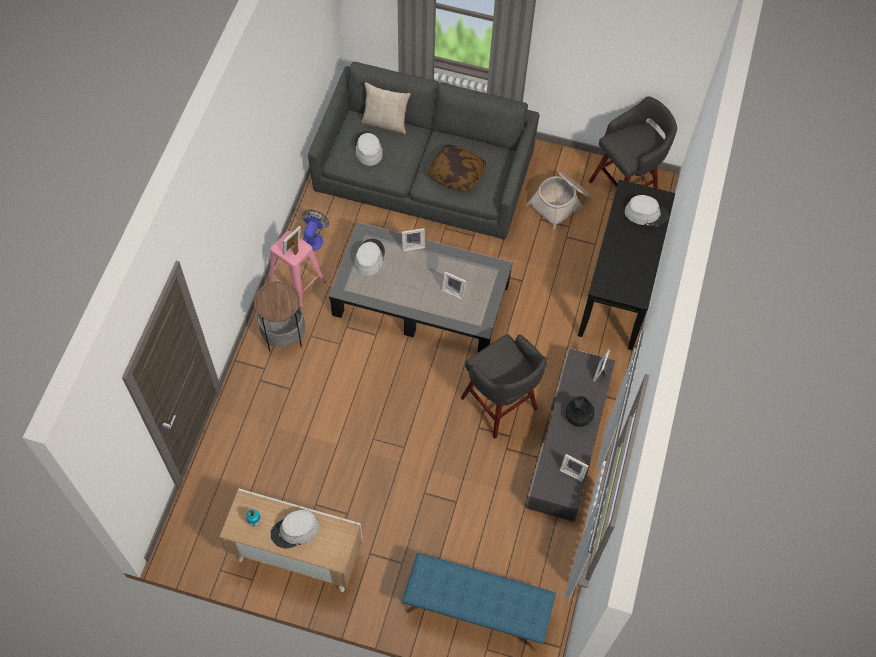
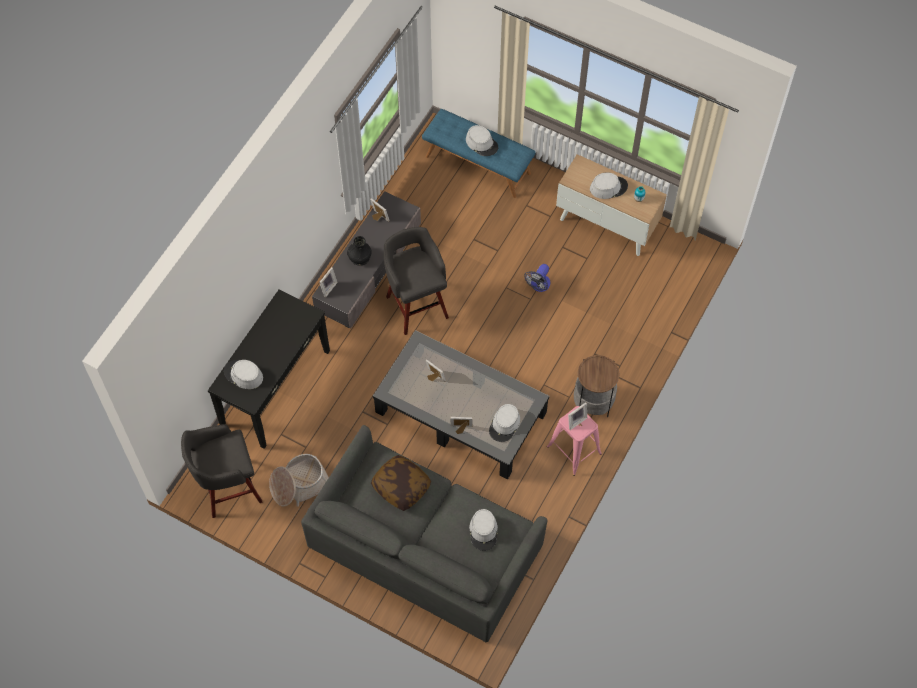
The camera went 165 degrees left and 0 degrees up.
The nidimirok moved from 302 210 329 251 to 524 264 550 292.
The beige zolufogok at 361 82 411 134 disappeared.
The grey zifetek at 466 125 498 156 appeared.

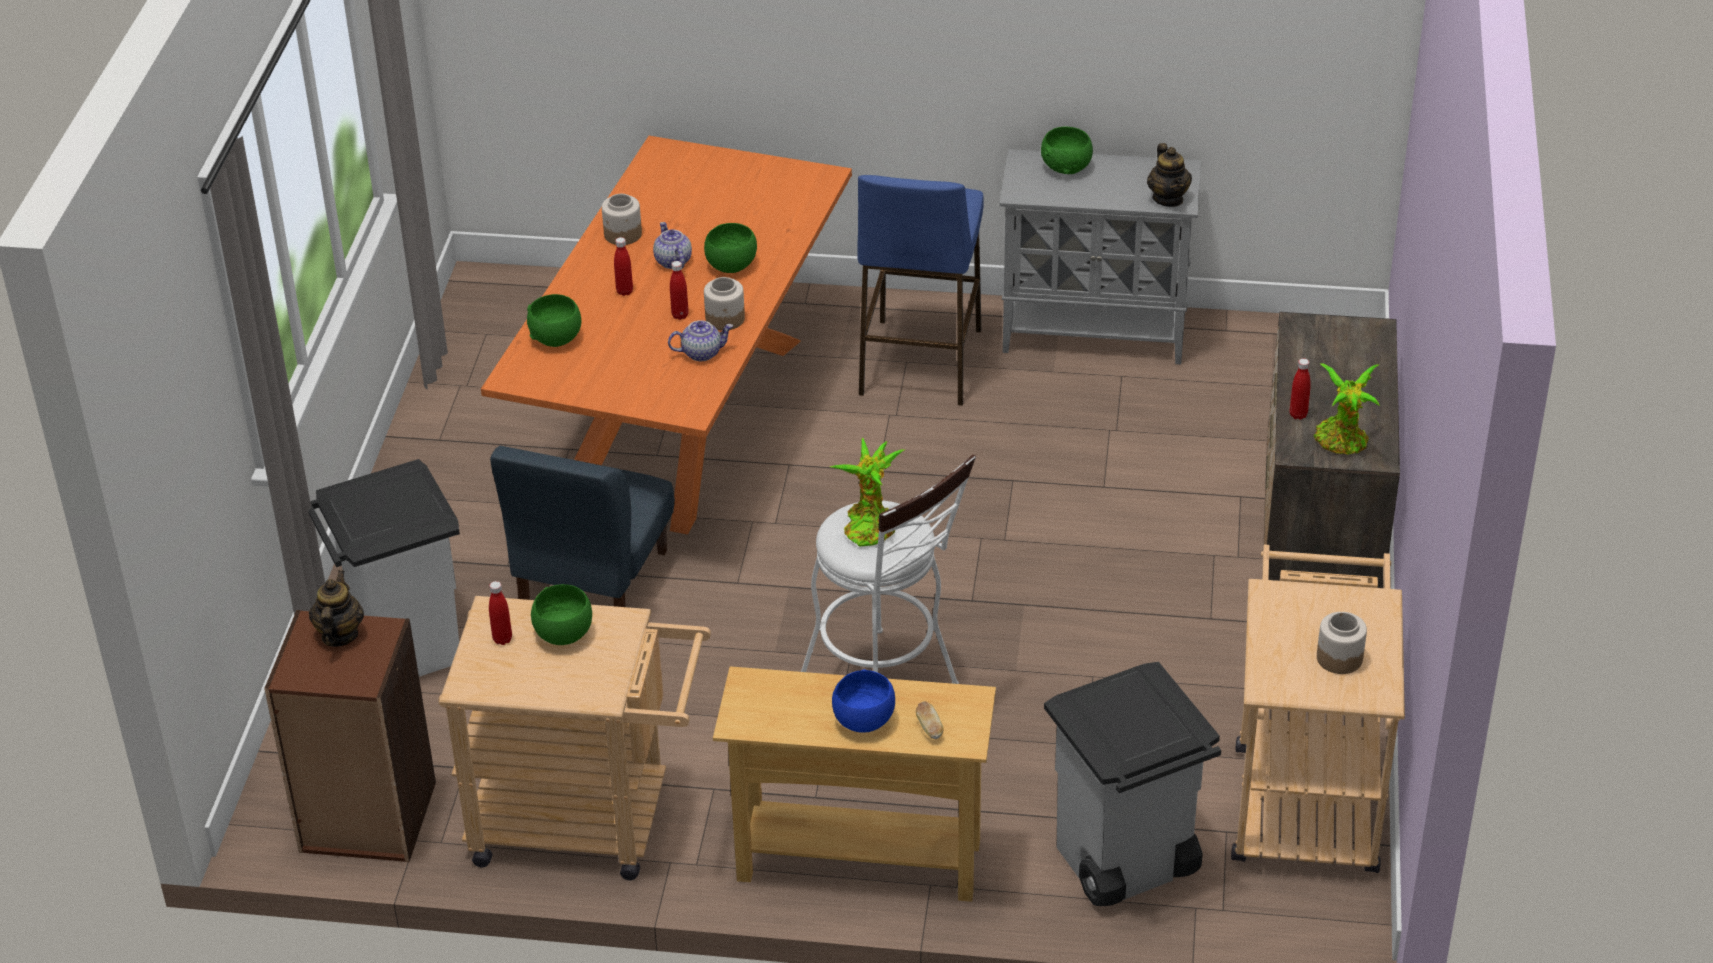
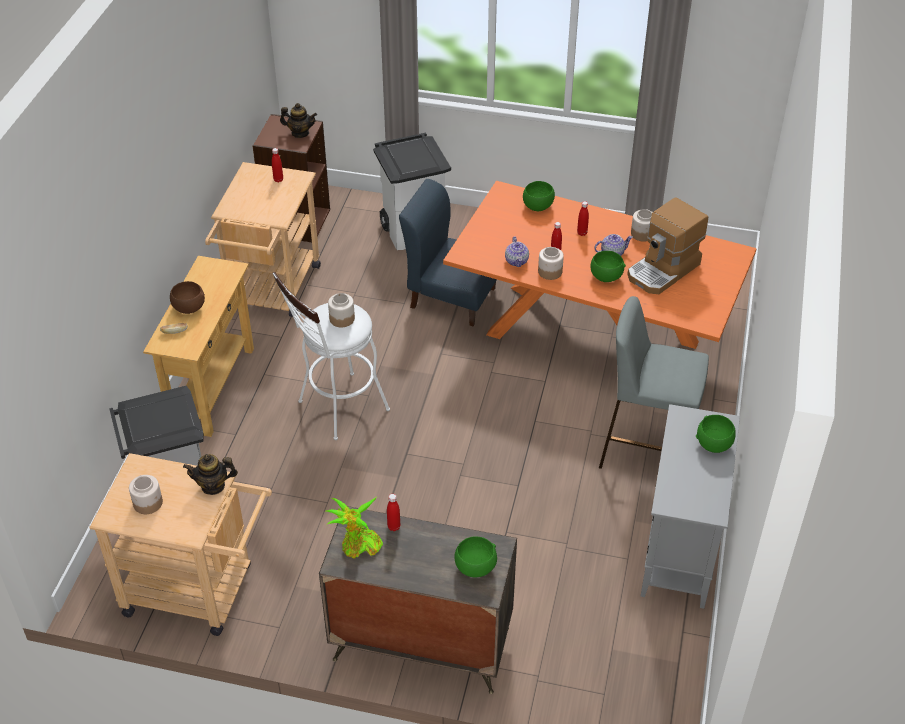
The camera went 95 degrees right and 5 degrees up.
The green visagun moved from 531 584 592 645 to 455 536 497 577.
The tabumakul at 830 438 904 547 was replaced by the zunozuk at 328 293 355 327.
The blue visagun at 832 669 895 733 became the brown visagun at 170 281 205 314.
The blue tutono at 857 175 984 406 became the grey tutono at 599 296 709 469.
The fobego moved from 1147 143 1192 207 to 183 454 238 495.
The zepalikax at 627 197 708 294 appeared.

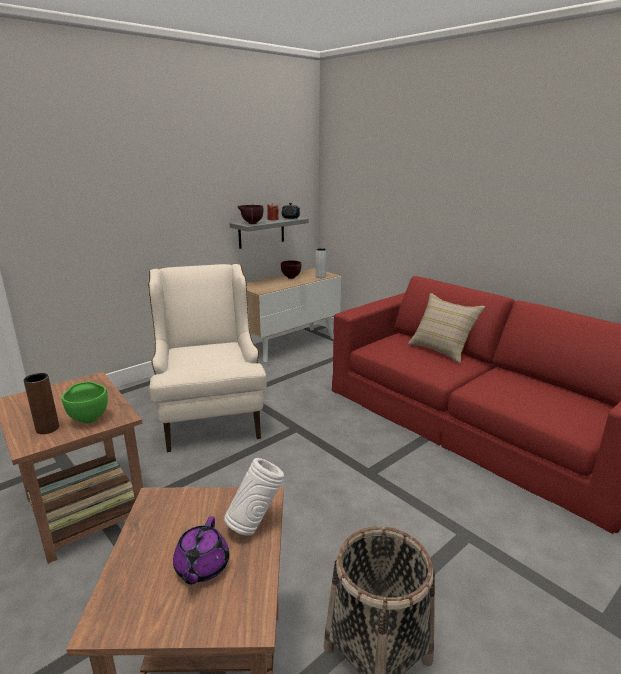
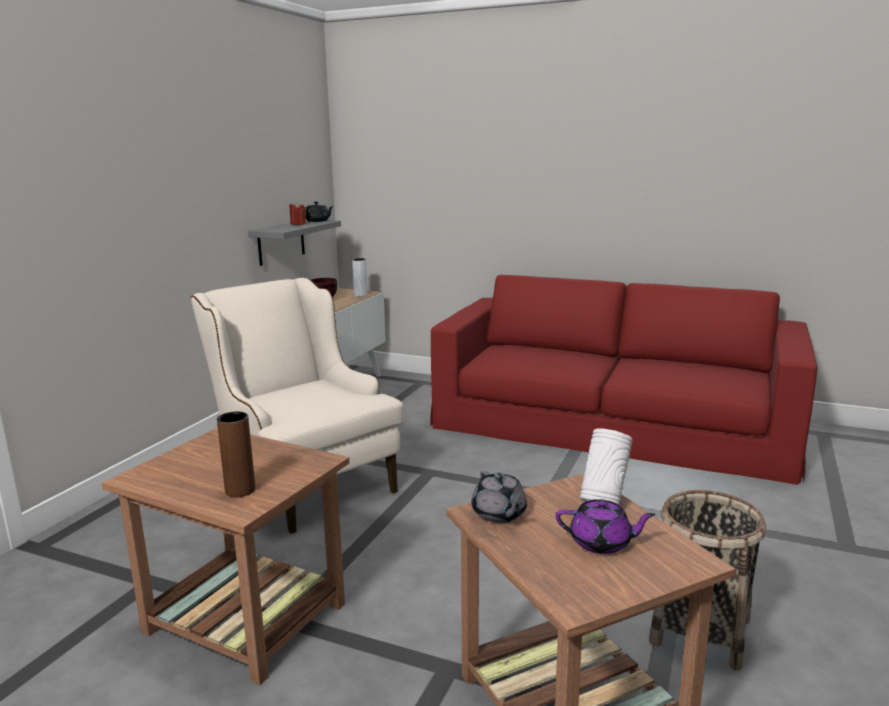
The camera went 25 degrees left and 5 degrees down.
The green visagun at 62 382 108 423 disappeared.
The purple fobego at 173 516 229 584 turned 60 degrees counterclockwise.
The brown visagun at 238 205 264 224 disappeared.
The beige zolufogok at 408 293 485 363 disappeared.
The grey fobego at 471 471 527 523 appeared.

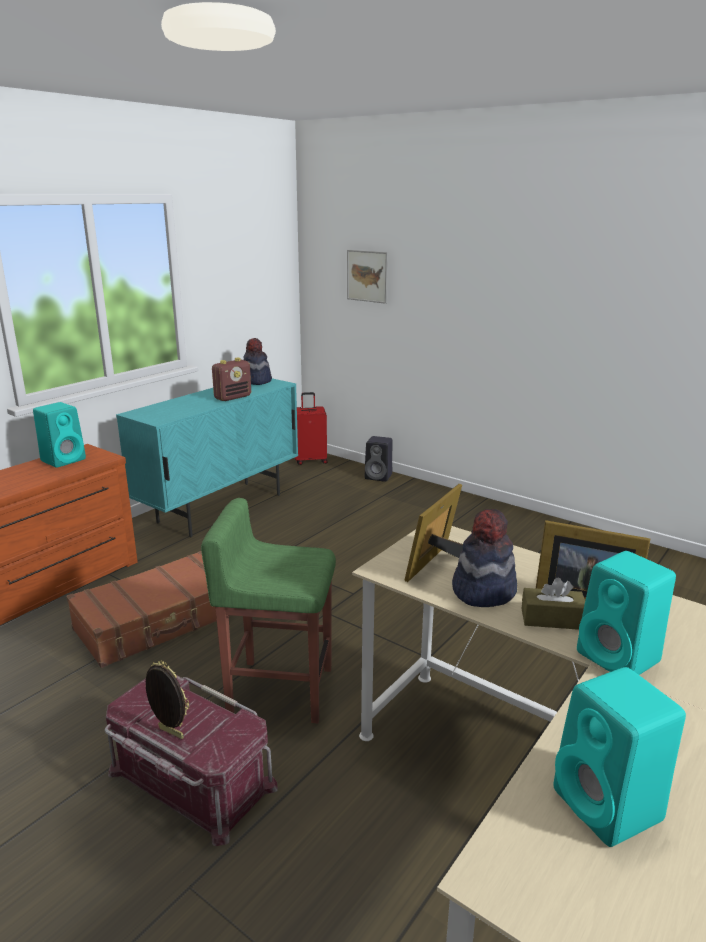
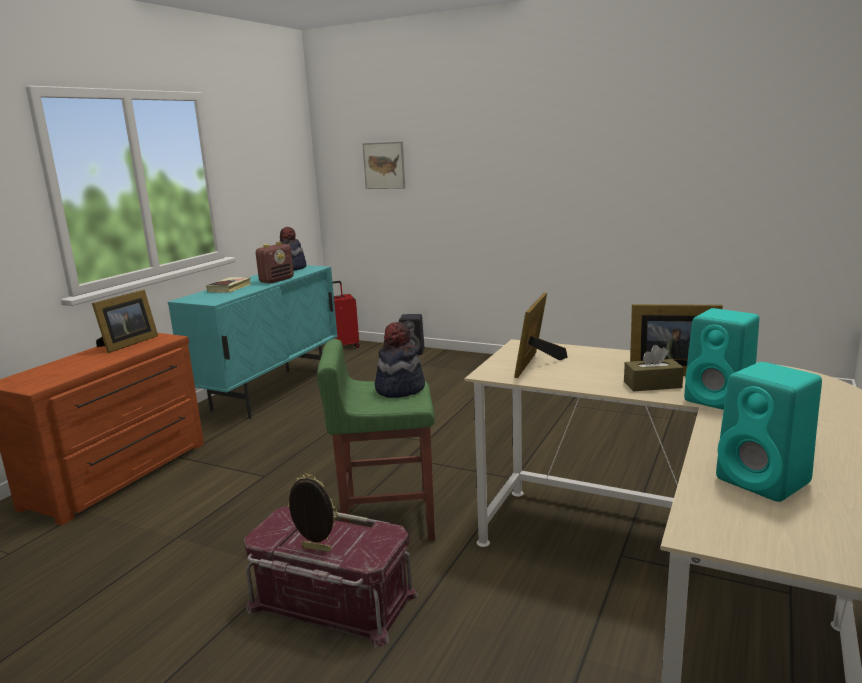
The camera went 10 degrees left and 5 degrees down.
The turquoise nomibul at 33 402 86 468 was replaced by the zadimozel at 92 290 158 353.
The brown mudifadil at 66 551 231 668 disappeared.
The zifetek moved from 452 509 517 607 to 375 322 425 398.
The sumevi at 206 277 251 293 appeared.

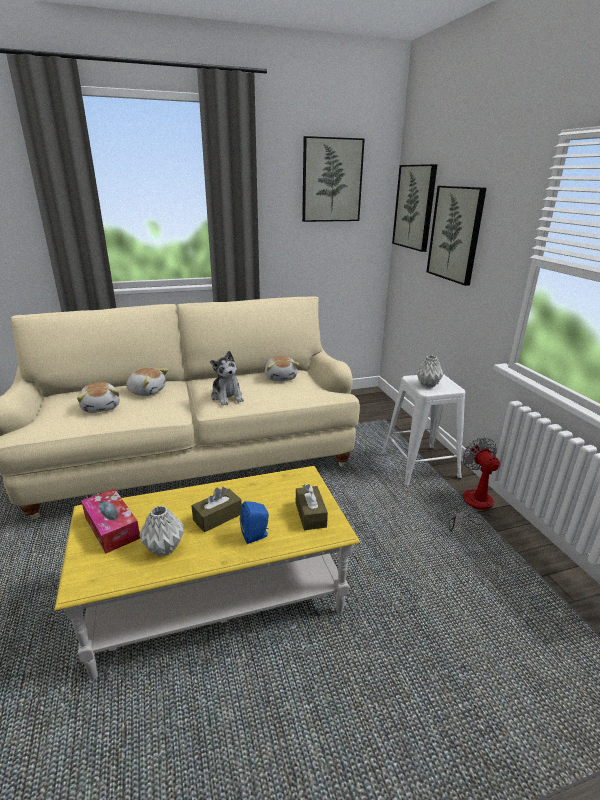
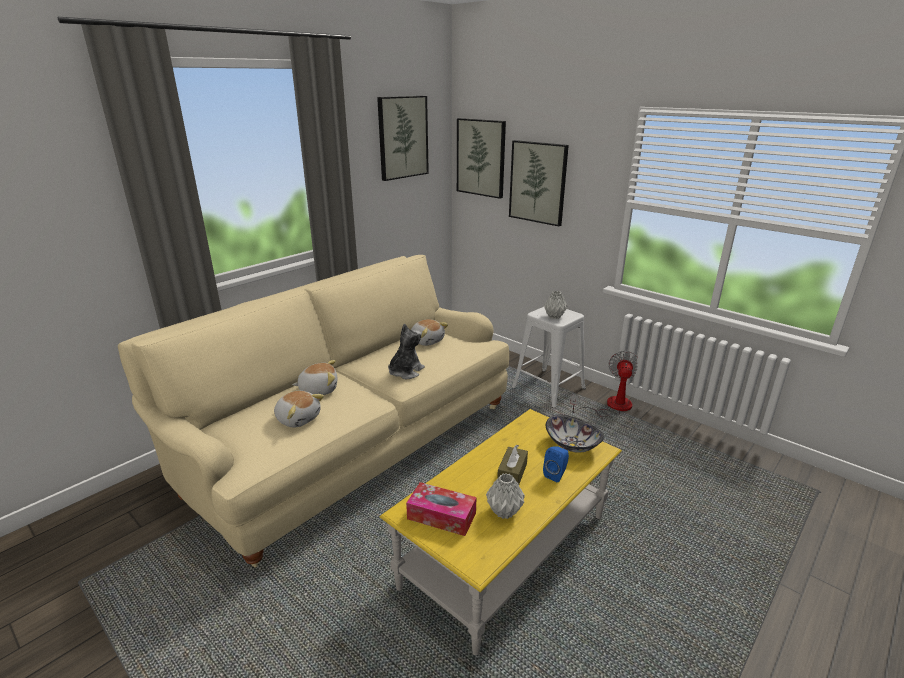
The camera went 30 degrees left and 0 degrees up.
The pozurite at 210 351 244 406 turned 90 degrees counterclockwise.
The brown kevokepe at 296 484 328 530 was replaced by the visagun at 546 414 604 453.
The nidimirok at 449 437 500 531 turned 60 degrees clockwise.

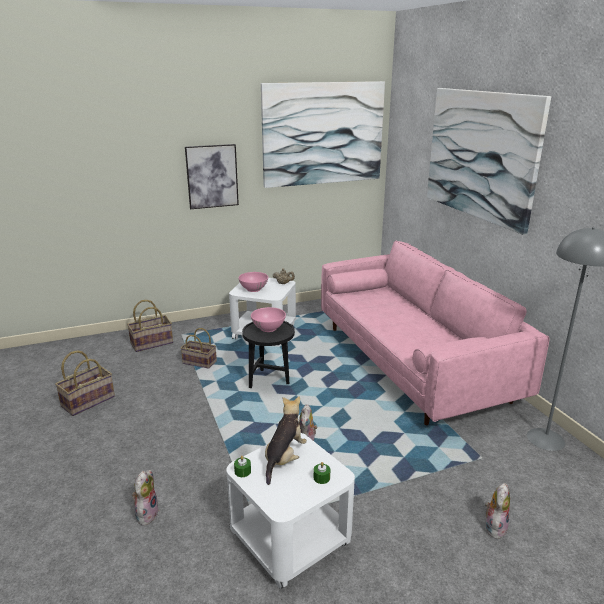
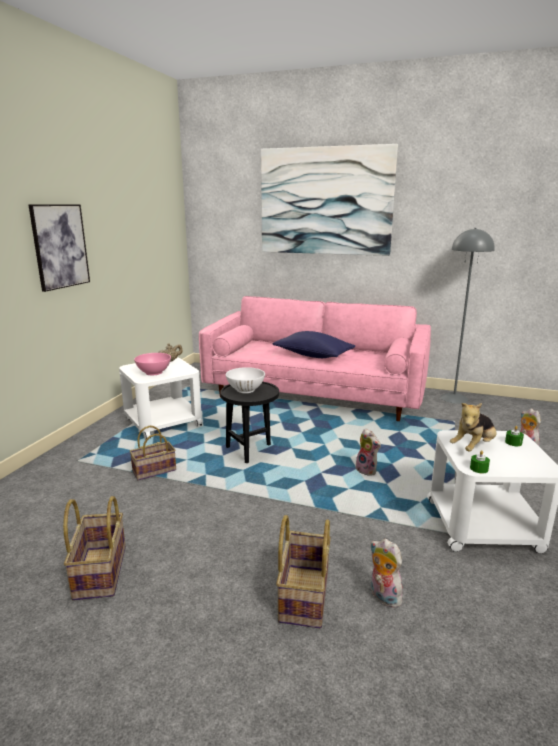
The camera went 50 degrees left and 5 degrees down.
The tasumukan moved from 127 300 173 352 to 276 515 331 628.
The pink visagun at 251 307 286 332 became the white visagun at 226 367 265 393.
The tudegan at 261 81 385 188 disappeared.
The pozurite at 265 396 307 485 turned 105 degrees counterclockwise.
The blue zolufogok at 273 331 355 358 appeared.

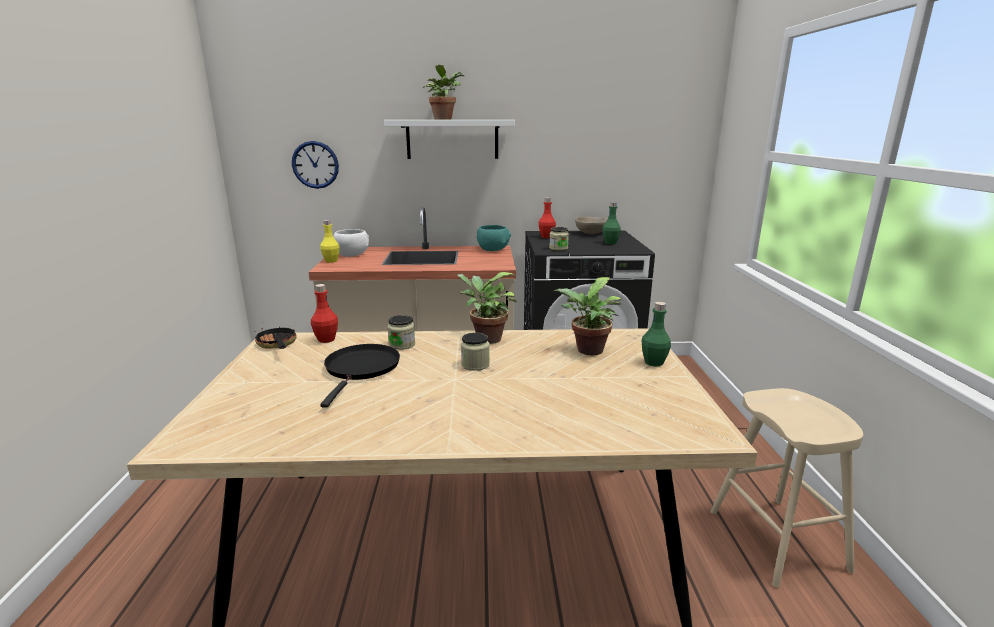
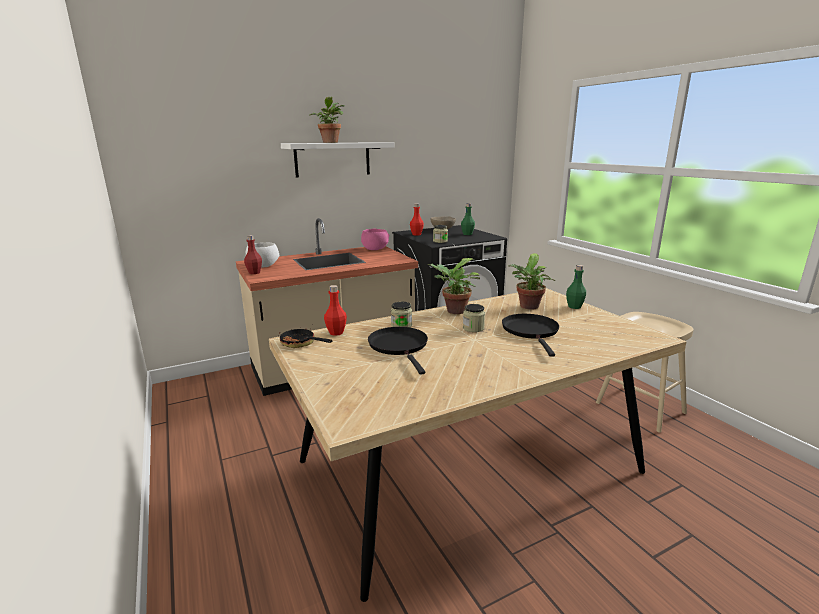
The camera went 25 degrees left and 0 degrees up.
The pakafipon at 292 141 339 189 disappeared.
The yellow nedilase at 320 220 340 263 became the red nedilase at 244 235 262 274.
The turquoise visagun at 477 225 511 251 became the pink visagun at 361 229 389 250.
The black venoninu at 502 314 559 357 appeared.

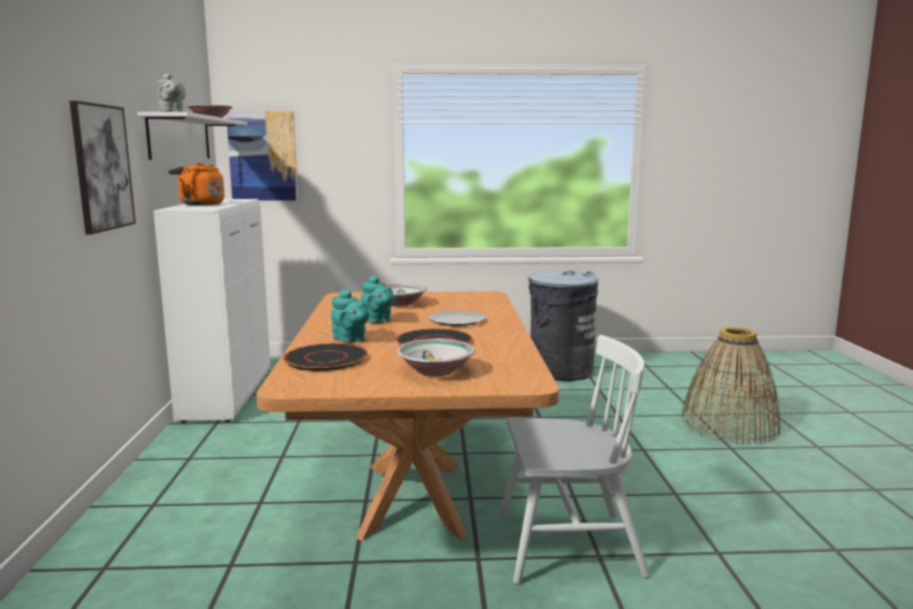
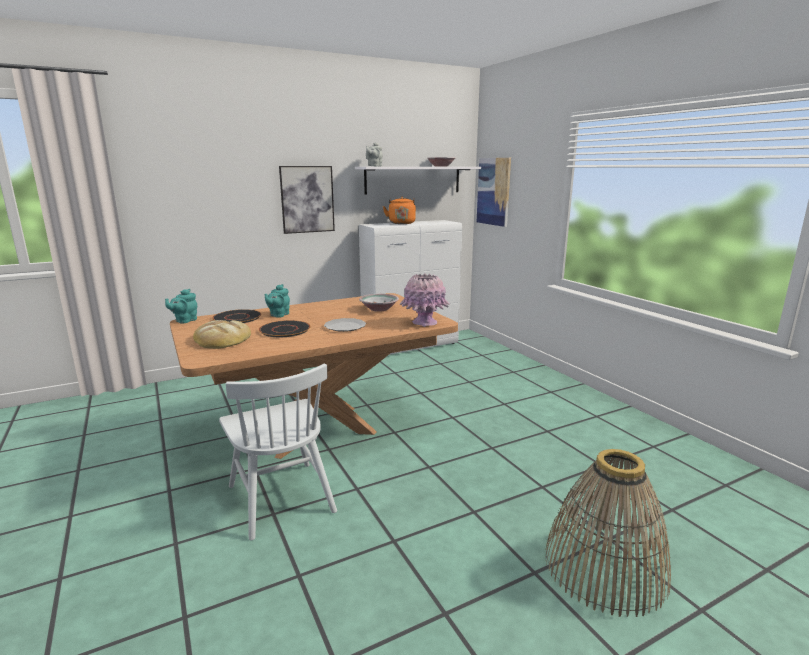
The camera went 65 degrees right and 5 degrees up.
The turquoise fobego moved from 361 275 394 323 to 165 289 197 323.
The visagun at 396 338 475 376 was replaced by the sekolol at 193 320 251 349.
The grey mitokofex at 528 271 598 381 disappeared.
The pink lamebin at 399 274 450 327 appeared.

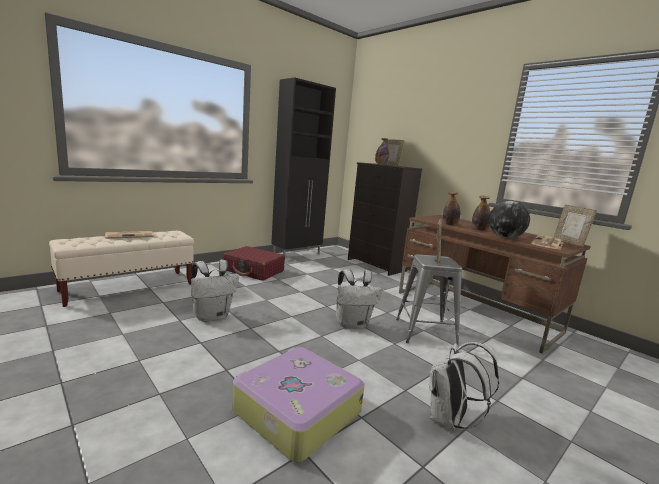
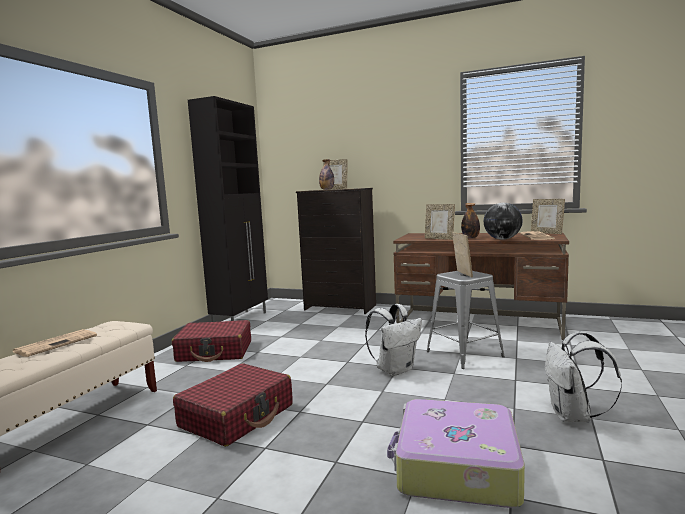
The camera went 25 degrees left and 5 degrees down.
The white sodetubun at 191 260 239 322 was replaced by the red mudifadil at 173 364 293 447.
The nedilase at 443 192 460 225 was replaced by the zadimozel at 425 204 455 240.

